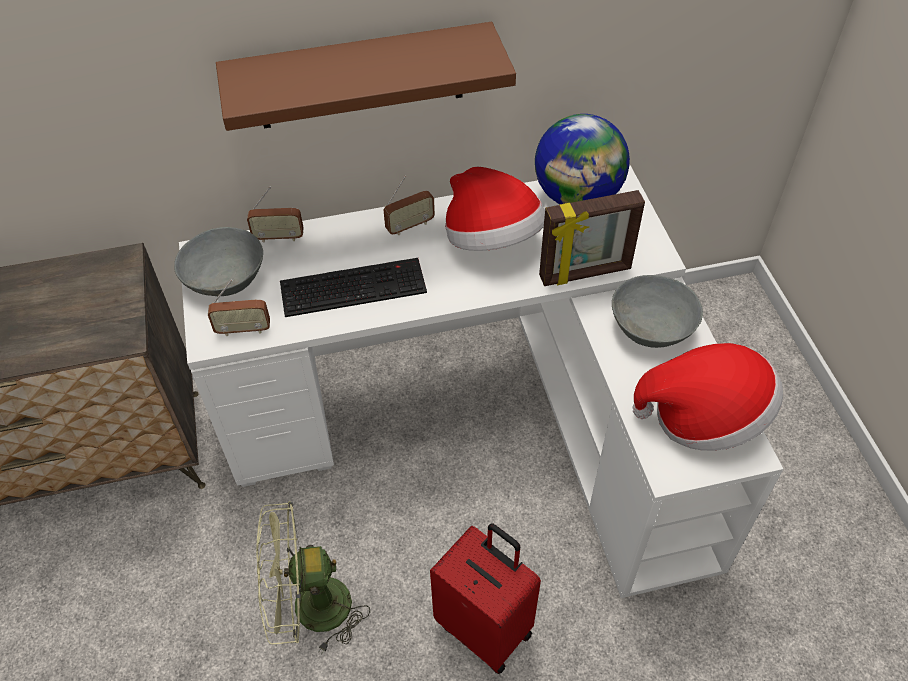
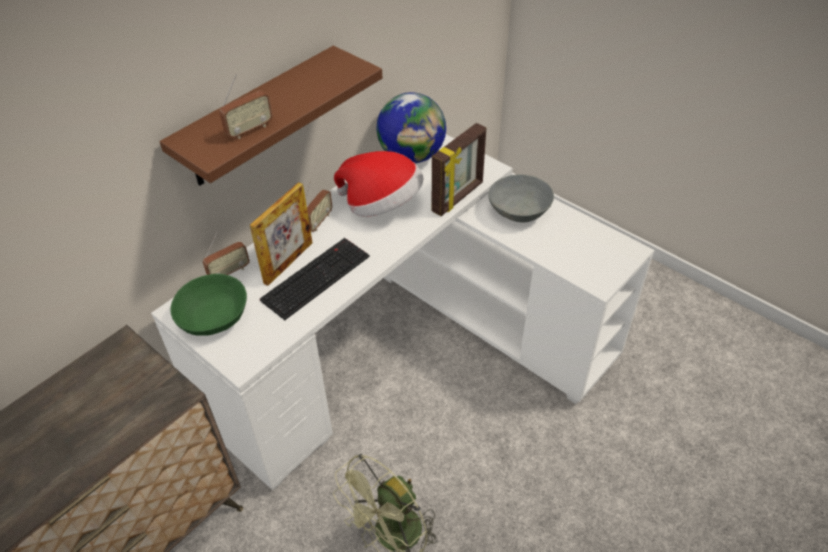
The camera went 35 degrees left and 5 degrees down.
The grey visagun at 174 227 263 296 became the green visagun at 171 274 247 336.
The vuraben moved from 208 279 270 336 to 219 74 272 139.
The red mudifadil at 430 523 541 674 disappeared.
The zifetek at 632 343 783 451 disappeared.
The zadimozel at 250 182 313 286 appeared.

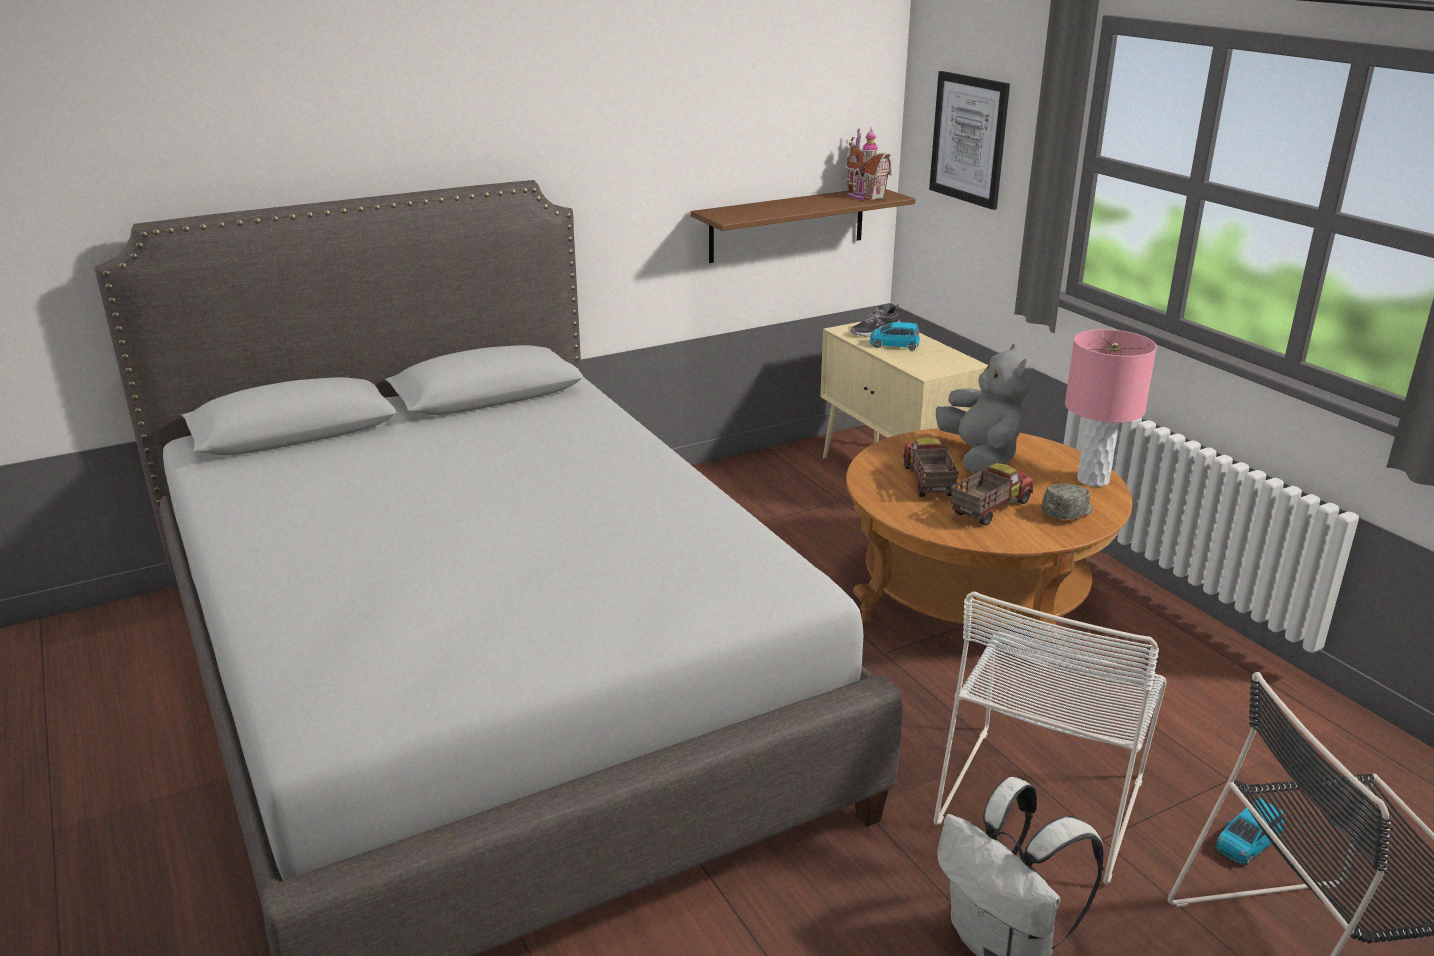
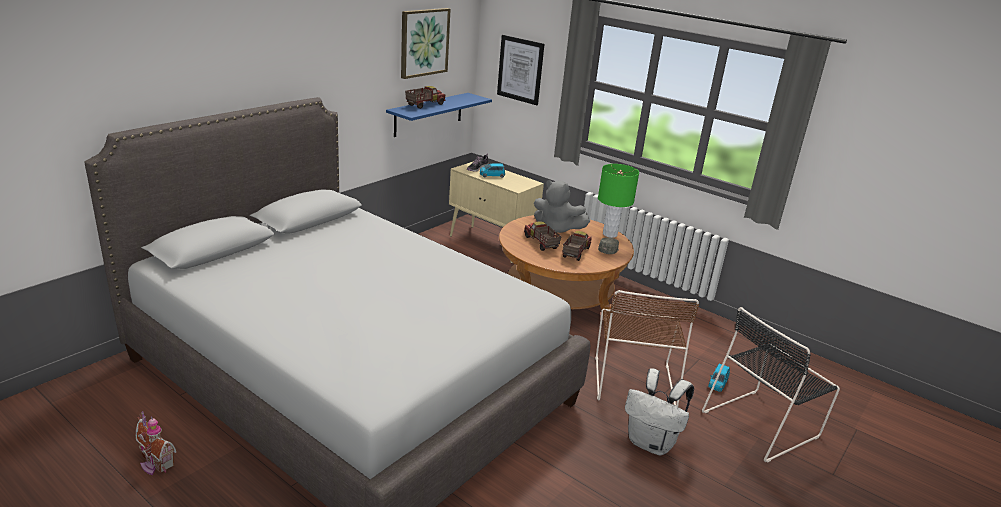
The camera went 25 degrees left and 0 degrees up.
The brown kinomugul at 691 189 915 263 became the blue kinomugul at 386 93 492 137.
The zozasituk moved from 845 127 892 200 to 136 411 177 475.
The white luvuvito at 934 592 1167 884 became the brown luvuvito at 595 290 699 407.
The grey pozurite at 936 344 1032 474 turned 150 degrees clockwise.
The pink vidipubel at 1065 329 1157 487 became the green vidipubel at 598 164 639 238.
The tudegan at 401 8 451 79 appeared.
The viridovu at 405 86 445 109 appeared.

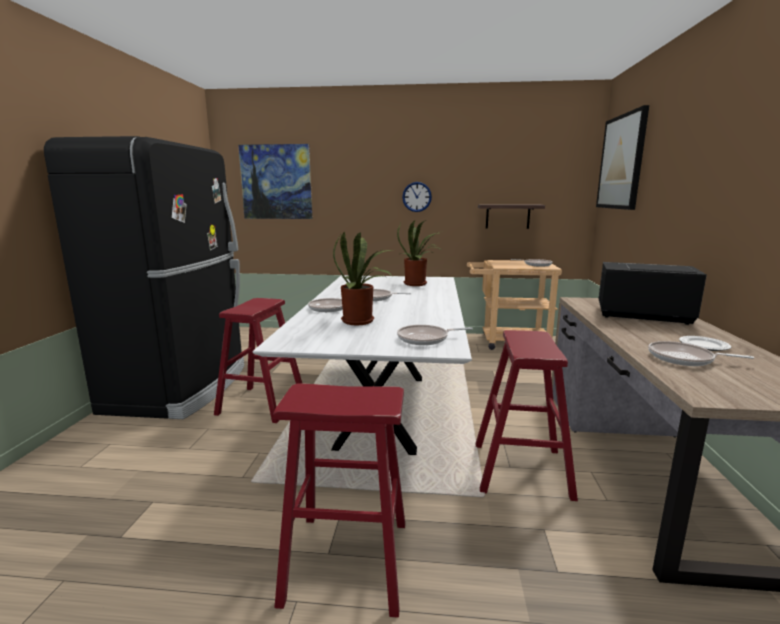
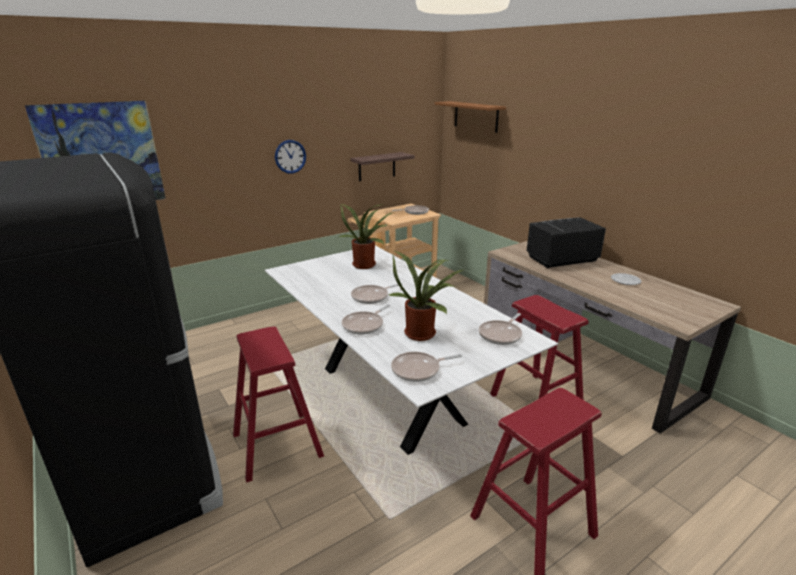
The camera went 40 degrees left and 10 degrees up.
The tudegan at 596 105 649 210 was replaced by the brown kinomugul at 434 101 506 133.
The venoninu moved from 648 341 754 366 to 391 352 462 382.

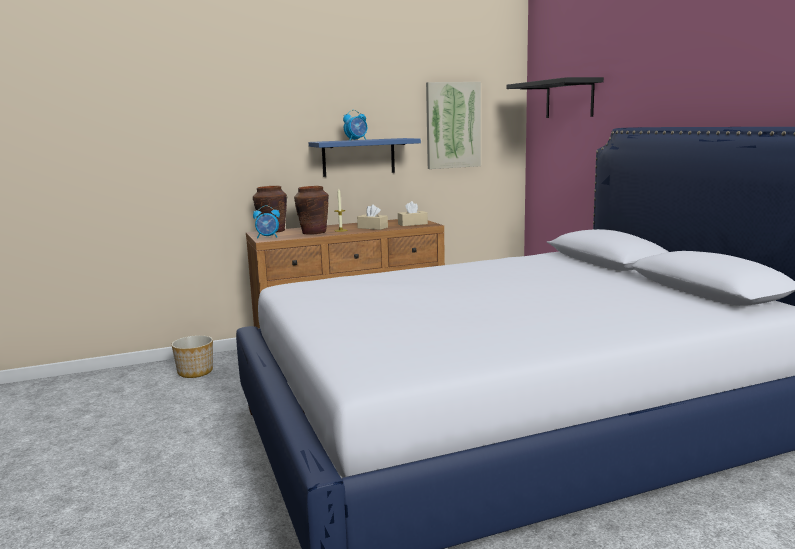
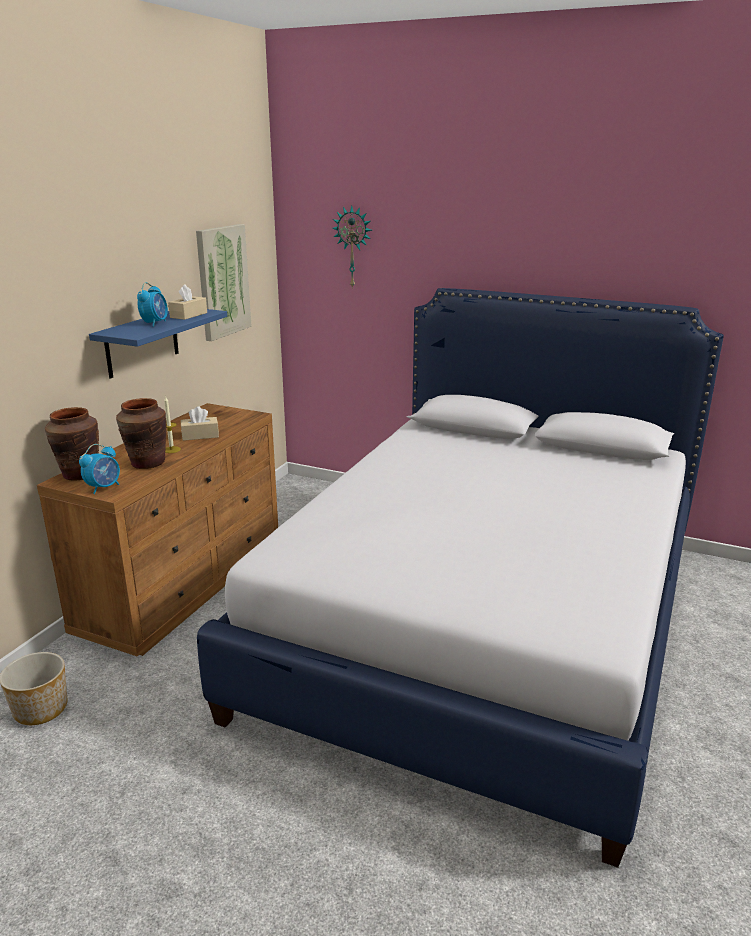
The camera went 45 degrees left and 10 degrees up.
The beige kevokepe moved from 398 201 428 226 to 168 284 207 320.
The black kinomugul at 507 77 604 118 was replaced by the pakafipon at 332 205 372 289.

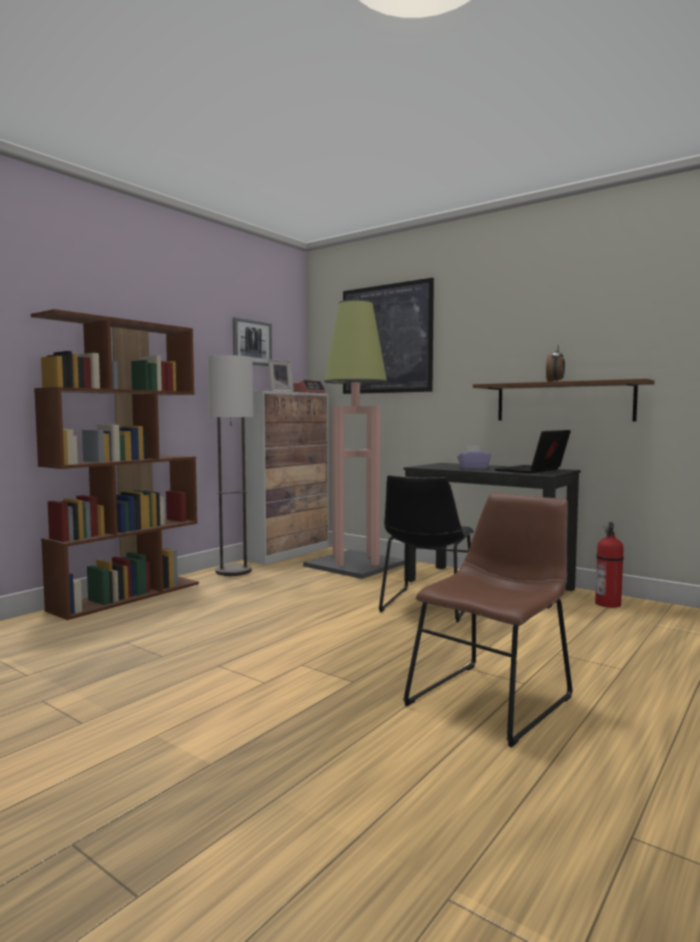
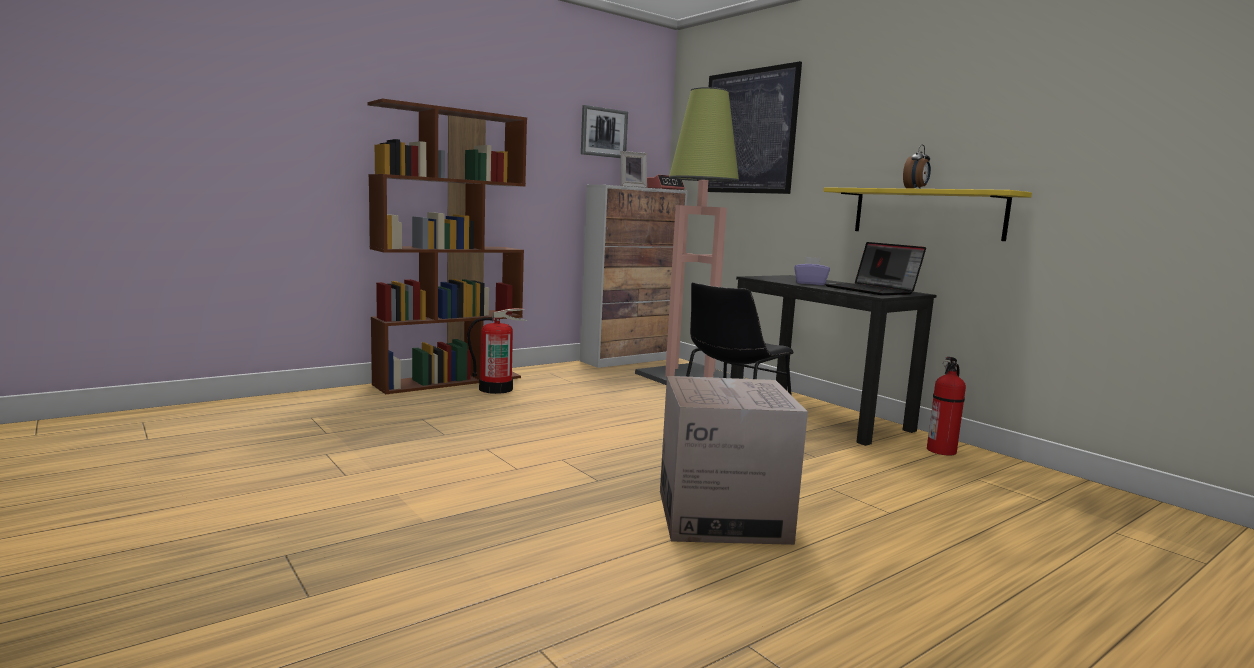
The camera went 15 degrees right and 5 degrees up.
The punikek at 207 355 253 576 disappeared.
The brown luvuvito at 403 492 573 747 was replaced by the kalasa at 660 376 808 545.
The brown kinomugul at 473 379 655 421 became the yellow kinomugul at 823 187 1032 241.
The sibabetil at 495 430 571 473 turned 90 degrees counterclockwise.
The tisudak at 467 308 528 394 appeared.

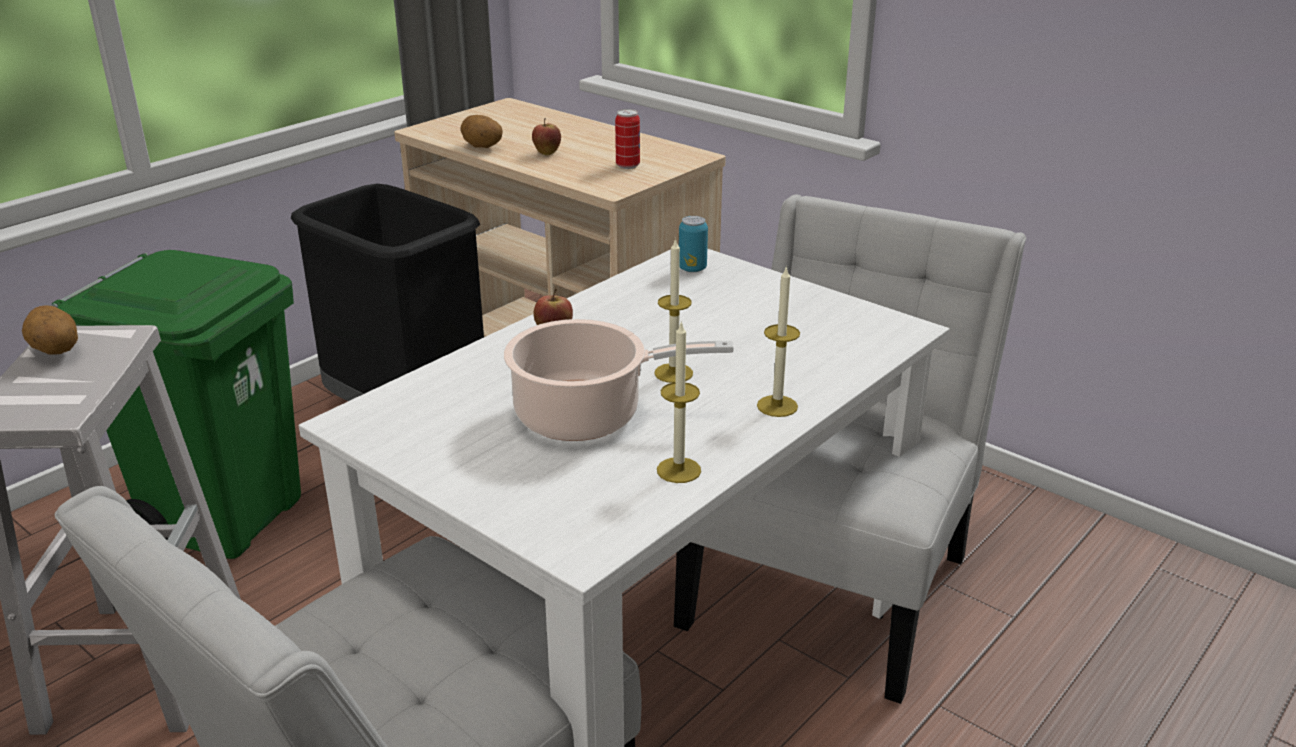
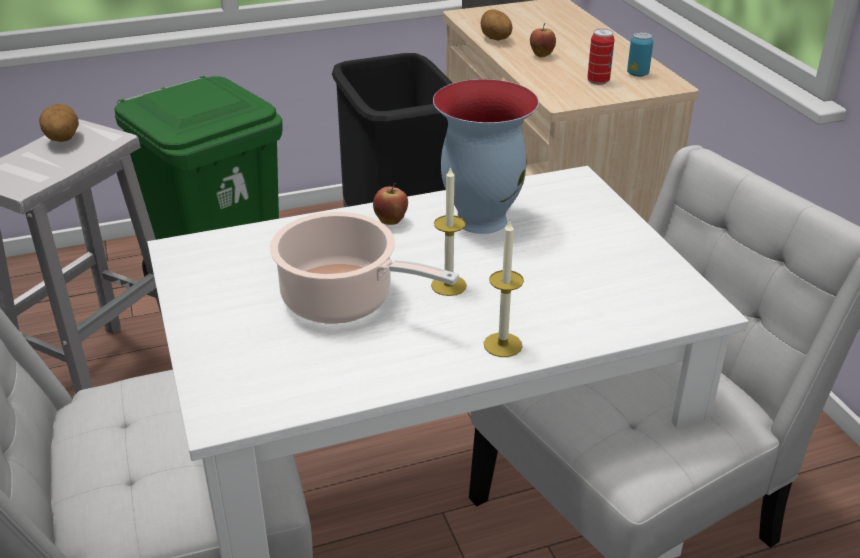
The camera went 30 degrees right and 5 degrees up.
The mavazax at 657 321 701 483 disappeared.
The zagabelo moved from 679 216 708 272 to 627 32 653 77.
The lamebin at 433 79 539 234 appeared.

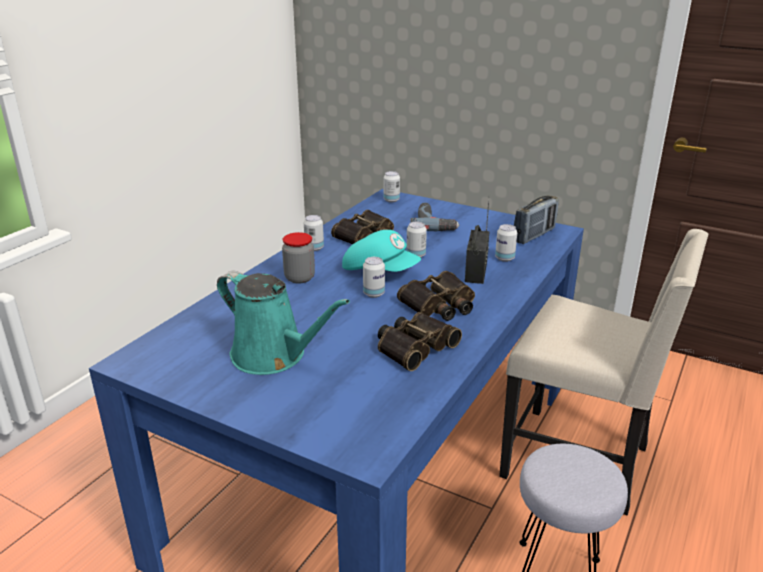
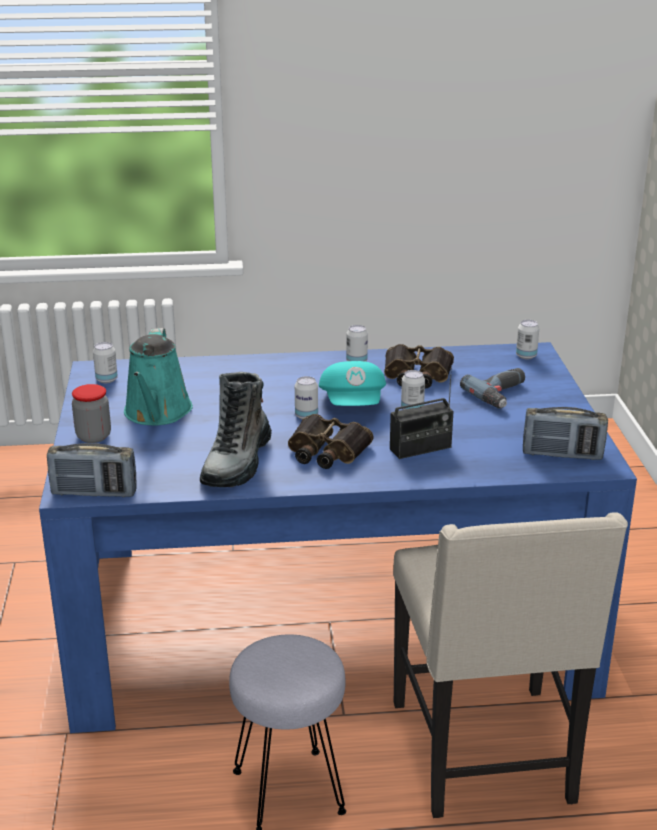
The camera went 55 degrees right and 0 degrees up.
The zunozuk moved from 282 232 315 284 to 72 384 111 443.
The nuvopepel at 378 312 462 371 was replaced by the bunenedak at 200 372 272 487.
The zagabelo moved from 495 224 517 262 to 93 342 118 383.
The vuraben at 47 443 137 497 appeared.

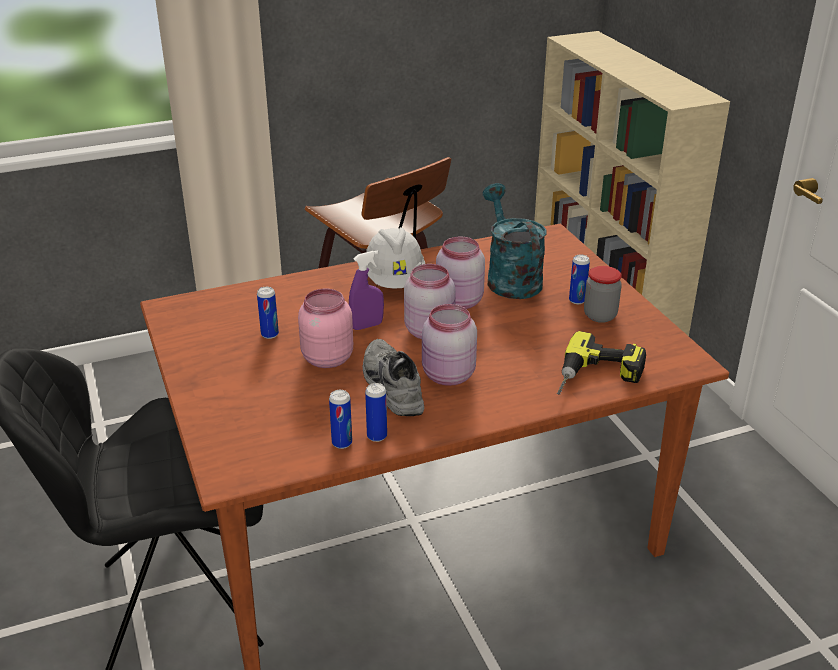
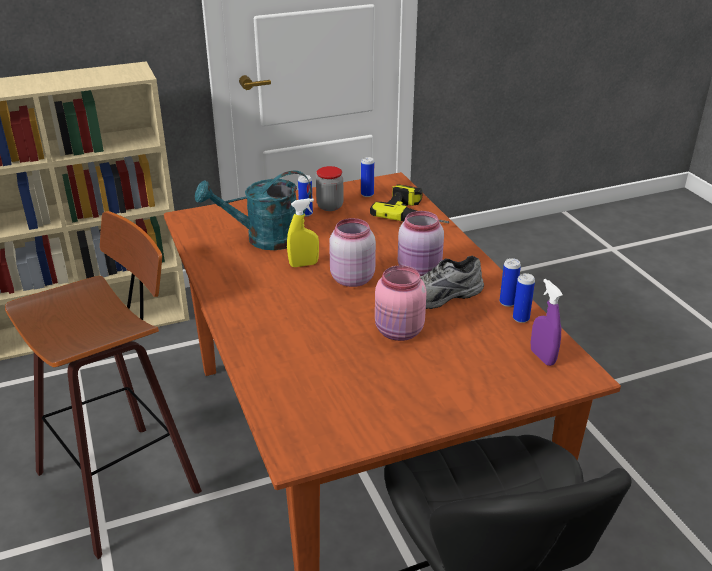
The camera went 90 degrees left and 0 degrees up.
The zagabelo moved from 257 287 279 339 to 361 157 374 197.
The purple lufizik moved from 349 251 384 330 to 531 279 563 366.
The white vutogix at 366 227 425 288 disappeared.
The pink zunozuk at 436 237 485 309 was replaced by the yellow lufizik at 287 198 319 267.

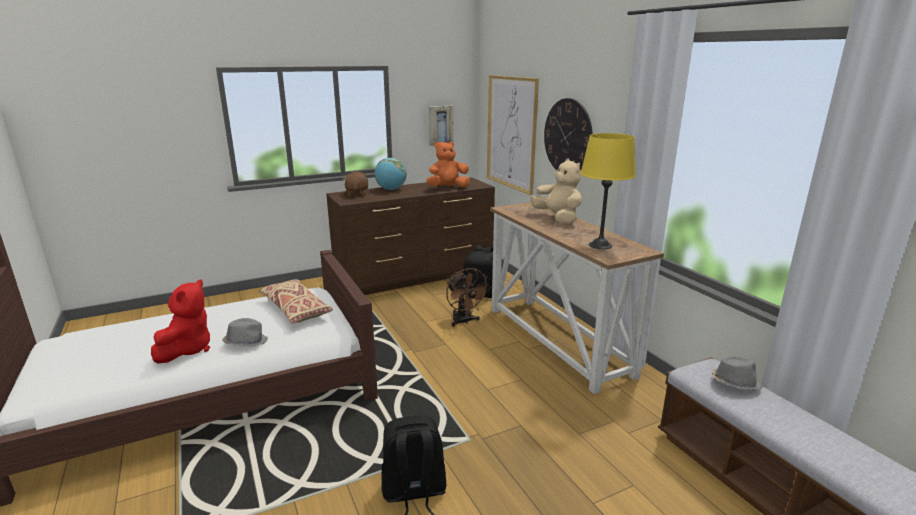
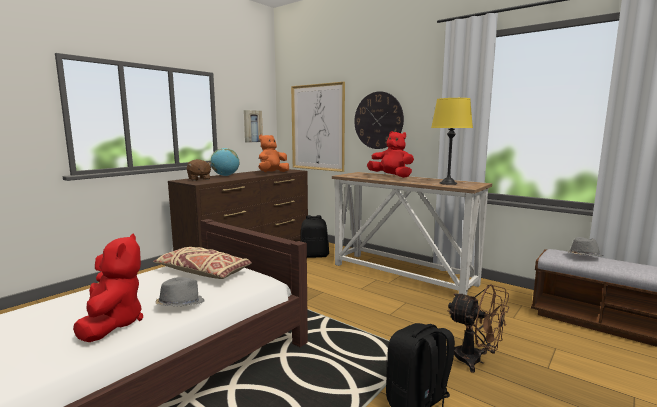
The camera went 25 degrees left and 10 degrees down.
The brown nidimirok moved from 446 268 491 327 to 446 284 509 373.
The beige pozurite at 531 158 582 224 became the red pozurite at 367 131 414 178.

